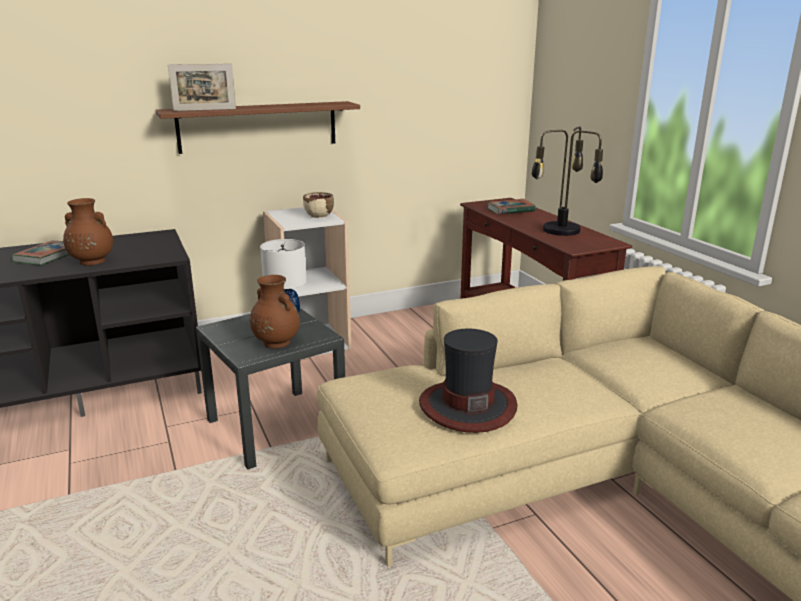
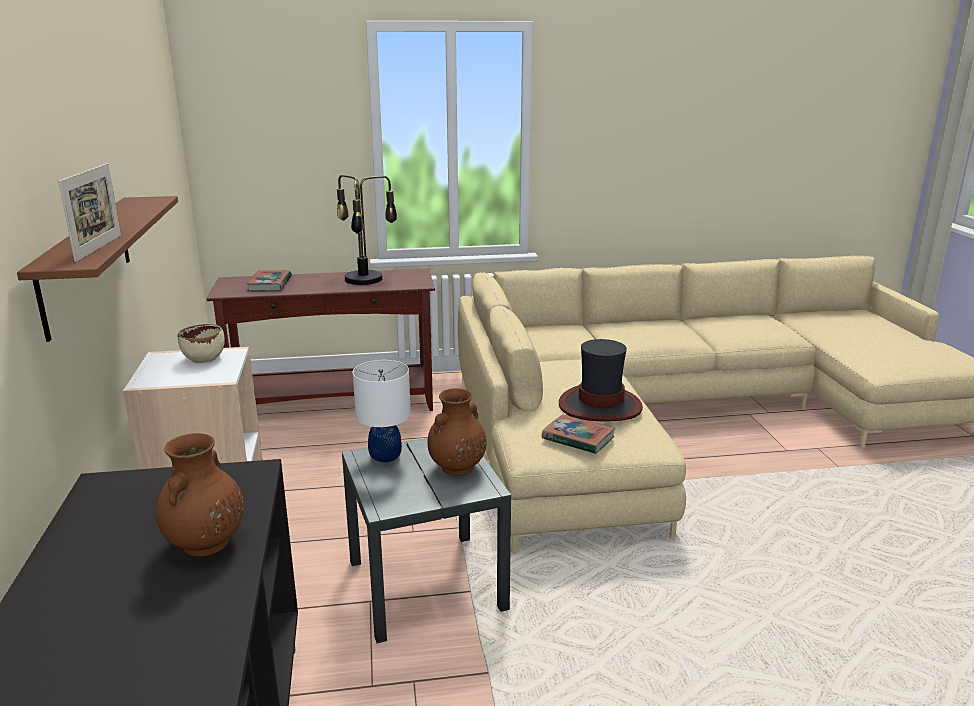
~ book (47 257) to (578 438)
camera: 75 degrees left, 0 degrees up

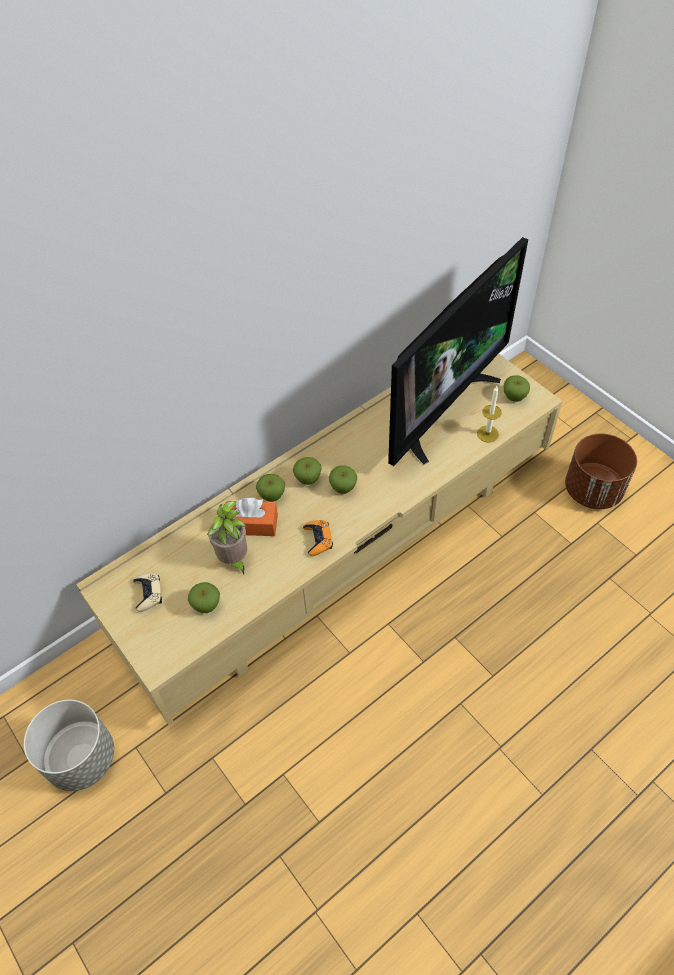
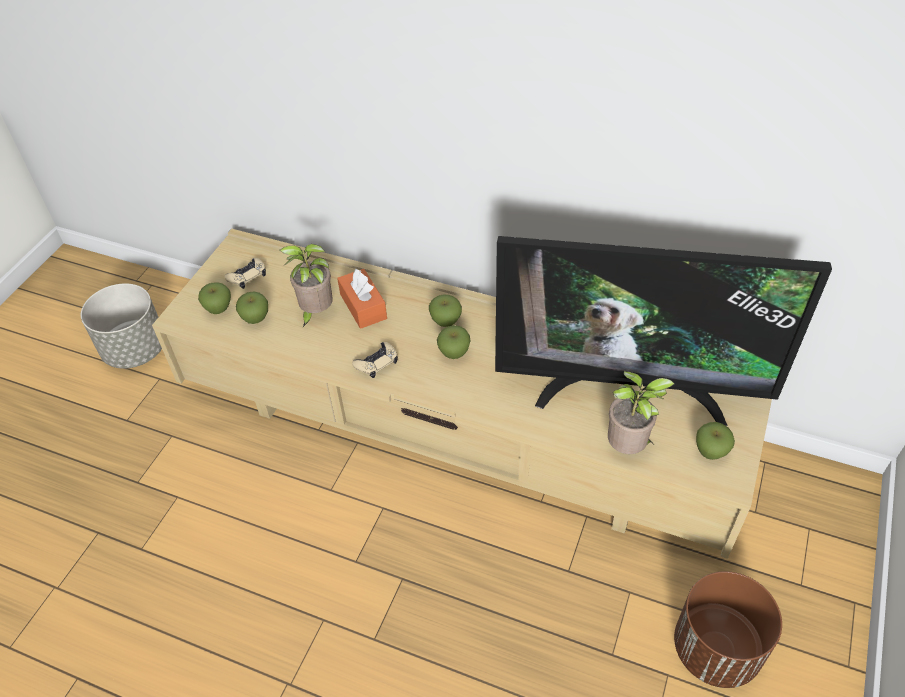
~ apple (272 496) to (218 309)
~ game controller (orange) (318 539) to game controller (beige) (376 362)
~ candle (487 434) to potted plant (628 448)
camera: 60 degrees right, 5 degrees down

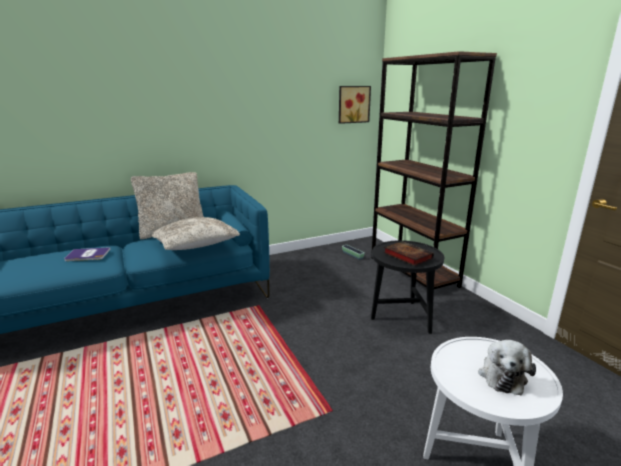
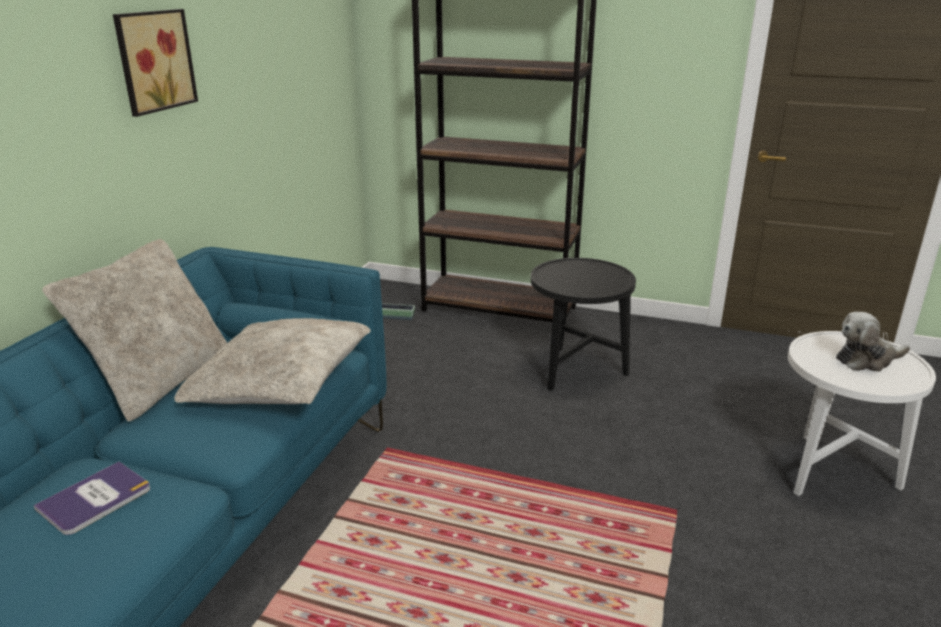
~ picture (353 104) to (153 61)
- book (406 255)
~ plush toy (502 375) = (866 360) 105 degrees clockwise
camera: 45 degrees left, 5 degrees up

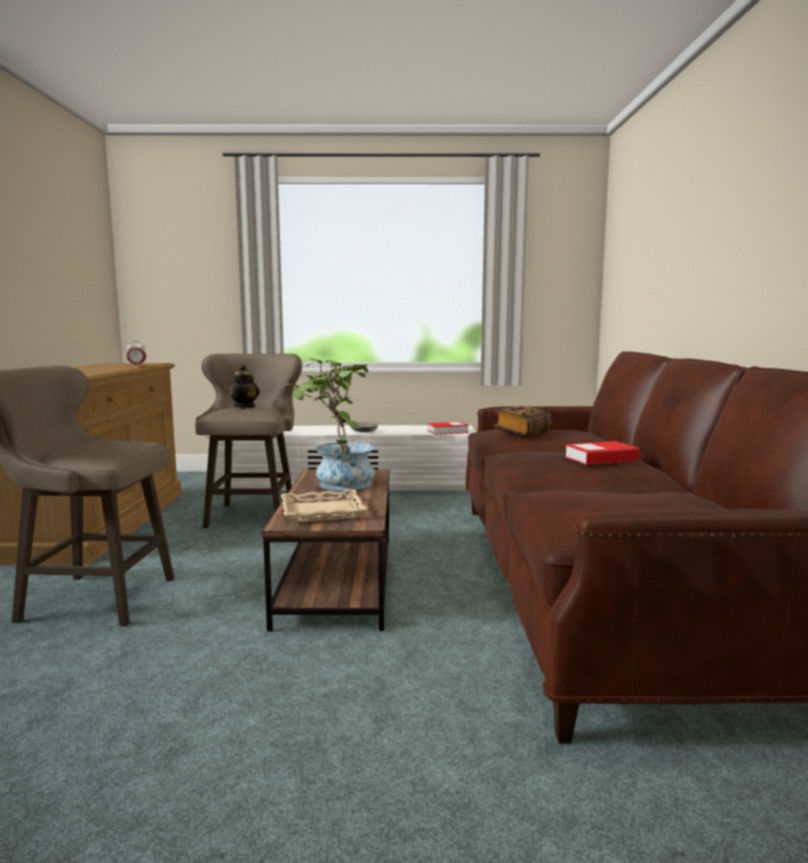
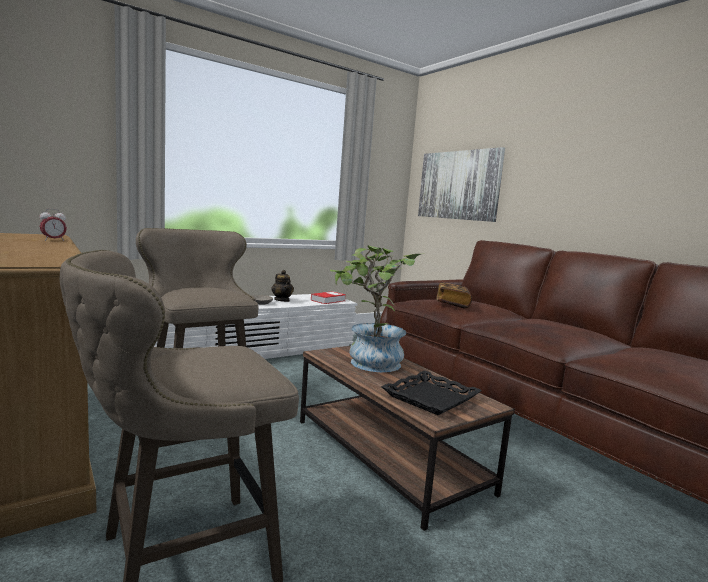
~ teapot (245 406) to (282 300)
~ tray (beige) (322 511) to tray (black) (430 398)
- book (601 459)
+ picture (458 185)
camera: 35 degrees left, 0 degrees up

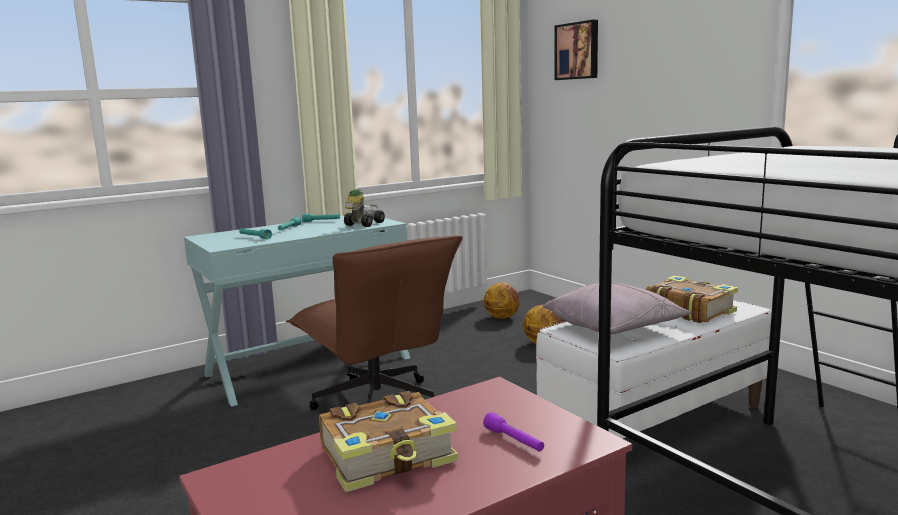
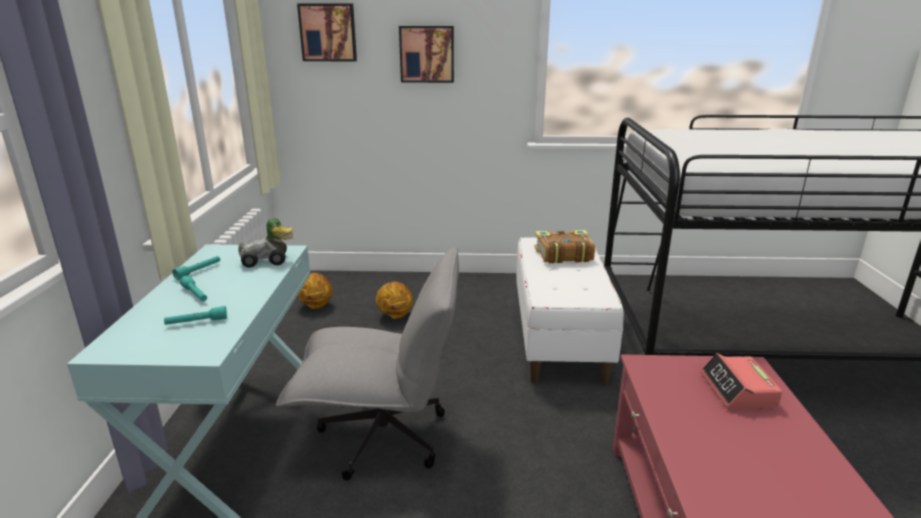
~ office chair (brown) (375 401) to office chair (grey) (381 436)
- book (389 457)
~ toy car (362 224) = (268 261) 75 degrees counterclockwise
~ flashlight (purple) (514 441) to alarm clock (738 391)
- pillow (purple) (614 328)
+ picture (427 54)
camera: 55 degrees left, 10 degrees up

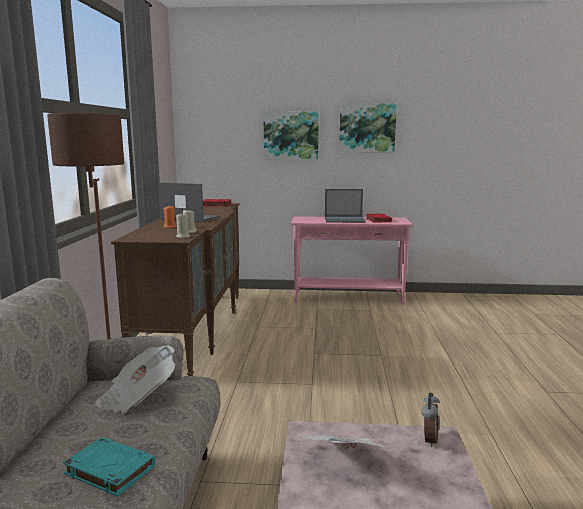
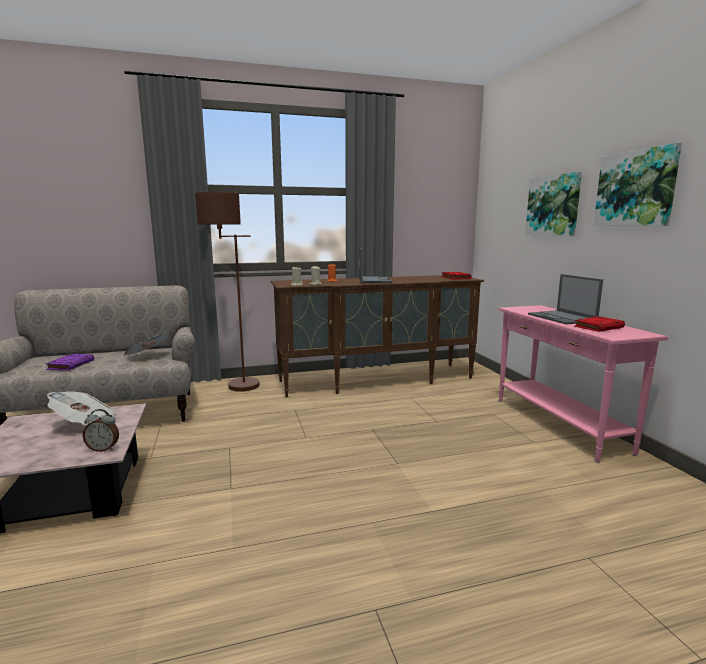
~ book (turquoise) (109 470) to book (purple) (71 365)
camera: 70 degrees right, 0 degrees up

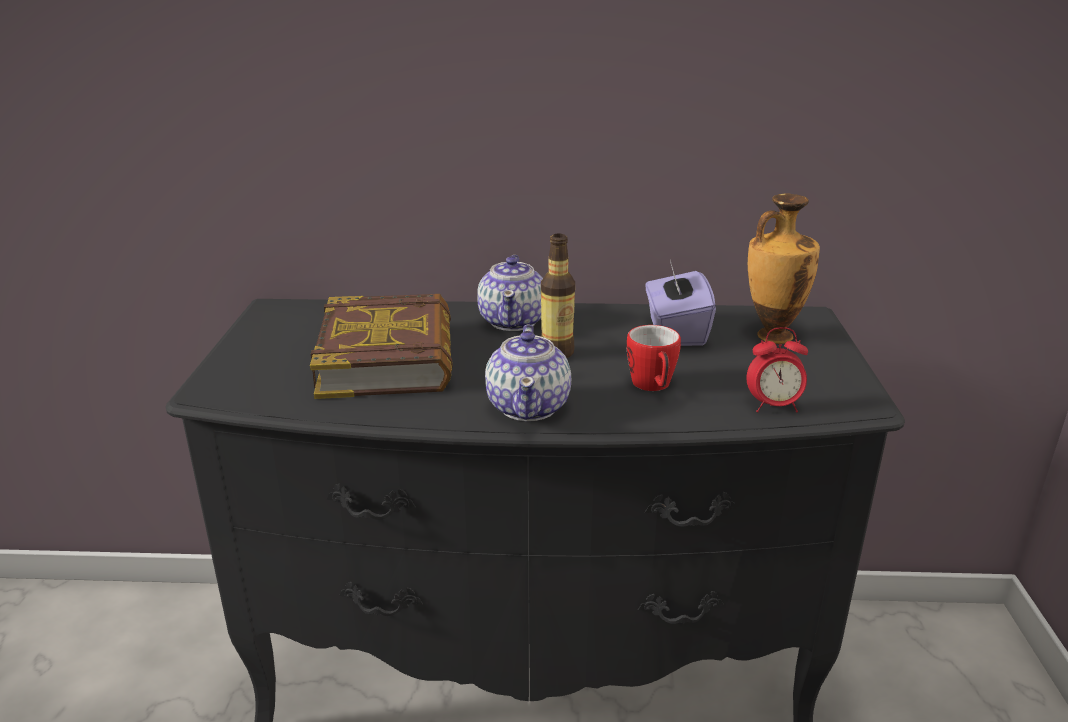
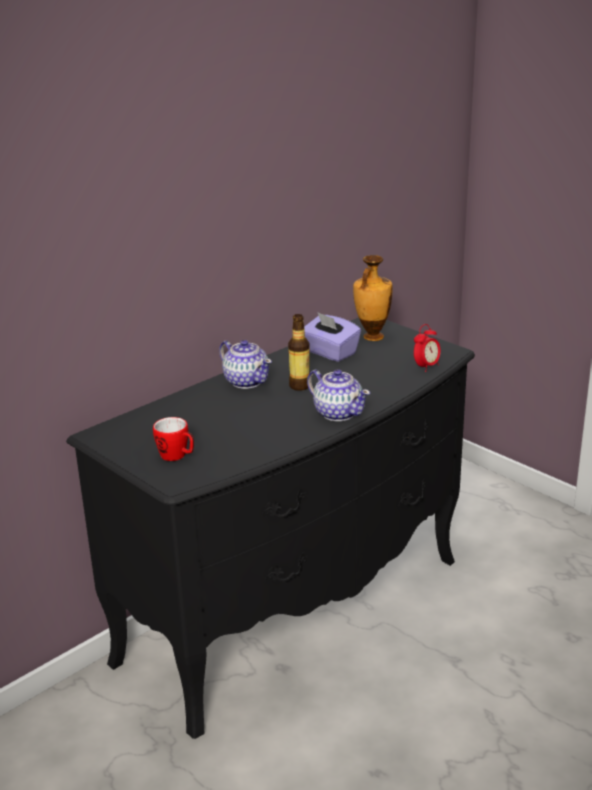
- book (388 357)
~ mug (653 387) to (177 456)
camera: 45 degrees left, 0 degrees up

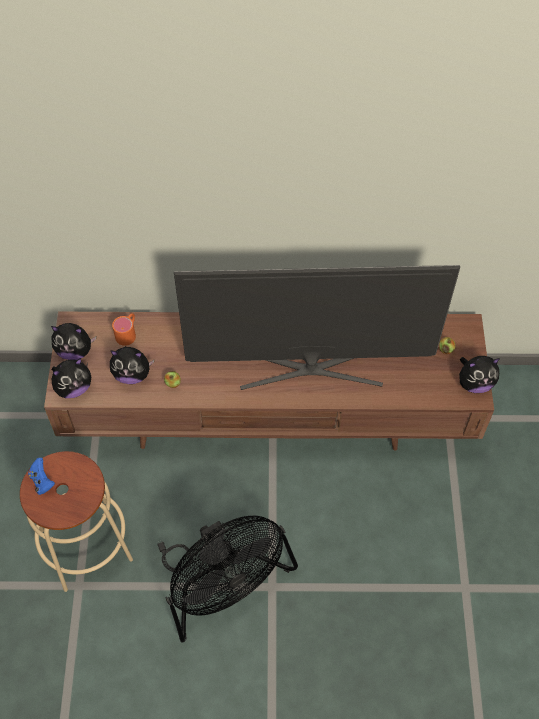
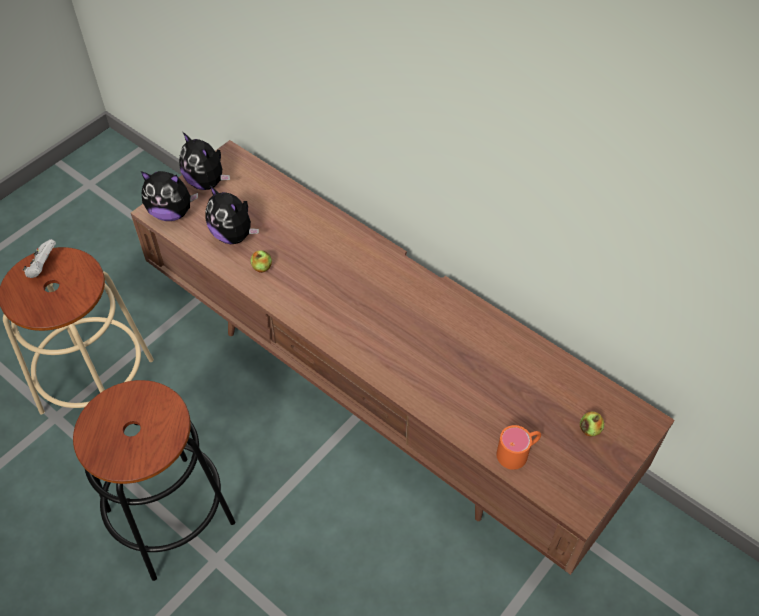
~ game controller (blue) (42 481) to game controller (white) (43 267)
~ mug (orange) (128 333) to (518 452)
~ fan (black) (219 584) to stool (black) (170 516)
- television (310 367)
- plush toy (474 383)
camera: 40 degrees right, 5 degrees down

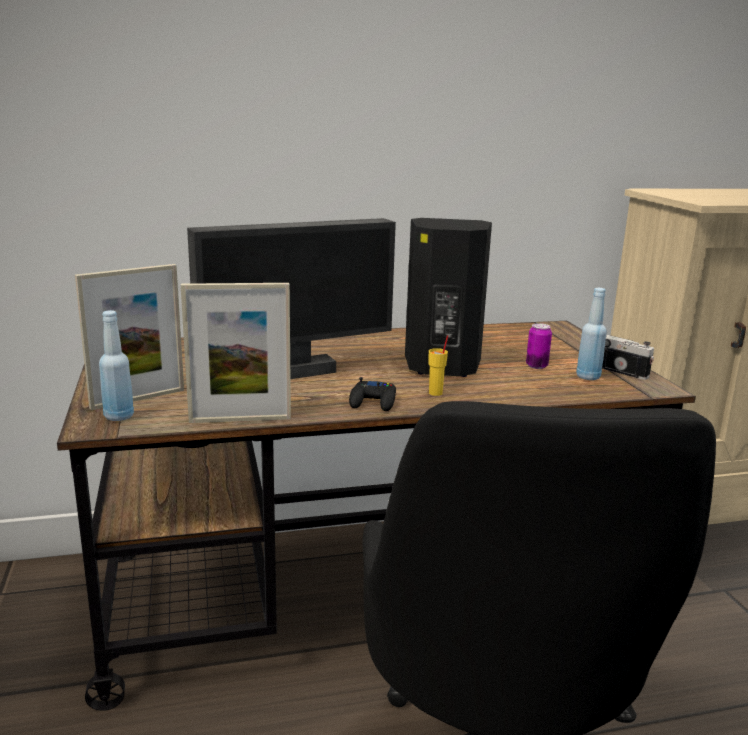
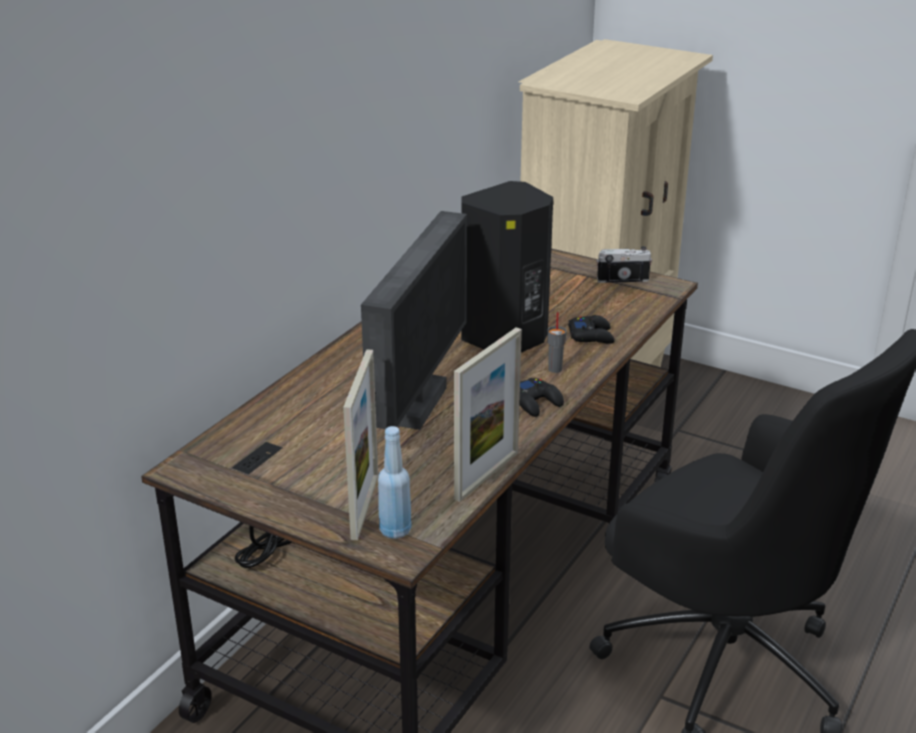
~ cup (yellow) (436 393) to cup (grey) (555 369)
- can (536 366)
- bottle (blue) (588 377)
+ game controller (black) (591 336)
camera: 45 degrees left, 10 degrees up

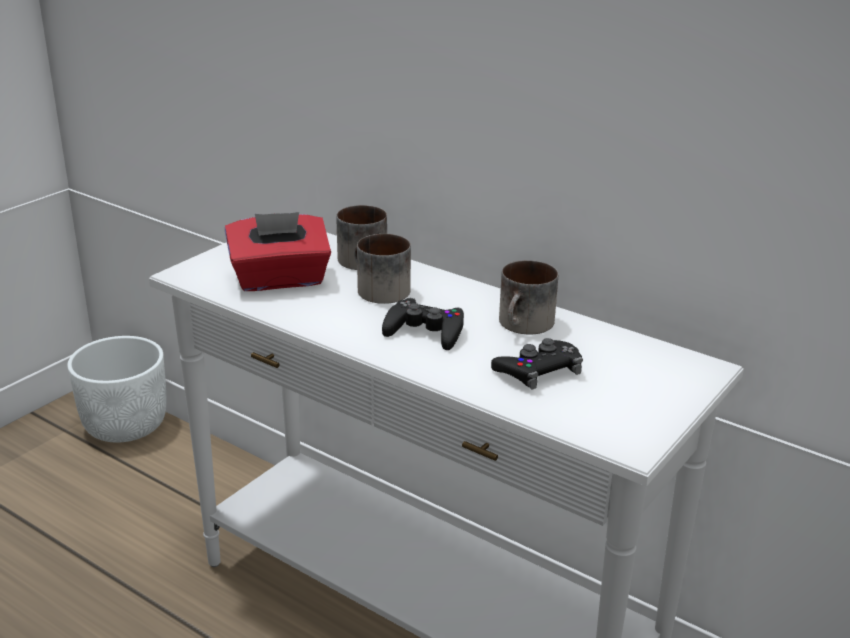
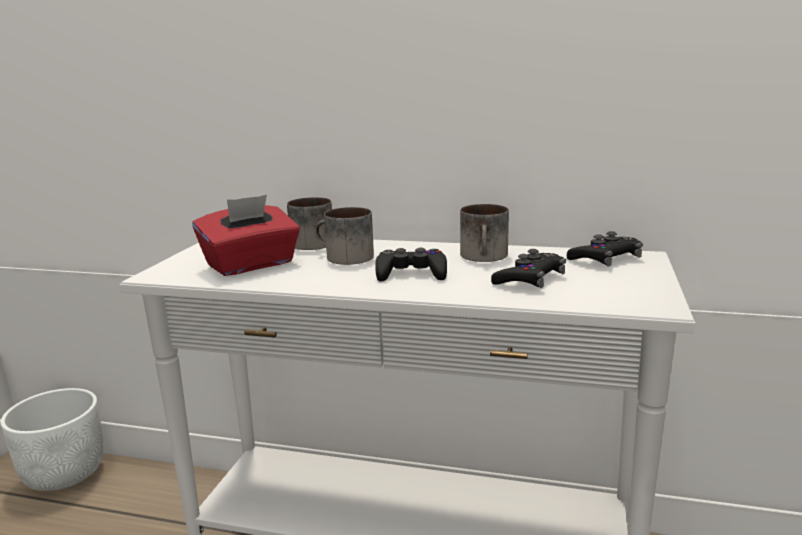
+ game controller (black) (605 258)
camera: 20 degrees left, 10 degrees down

